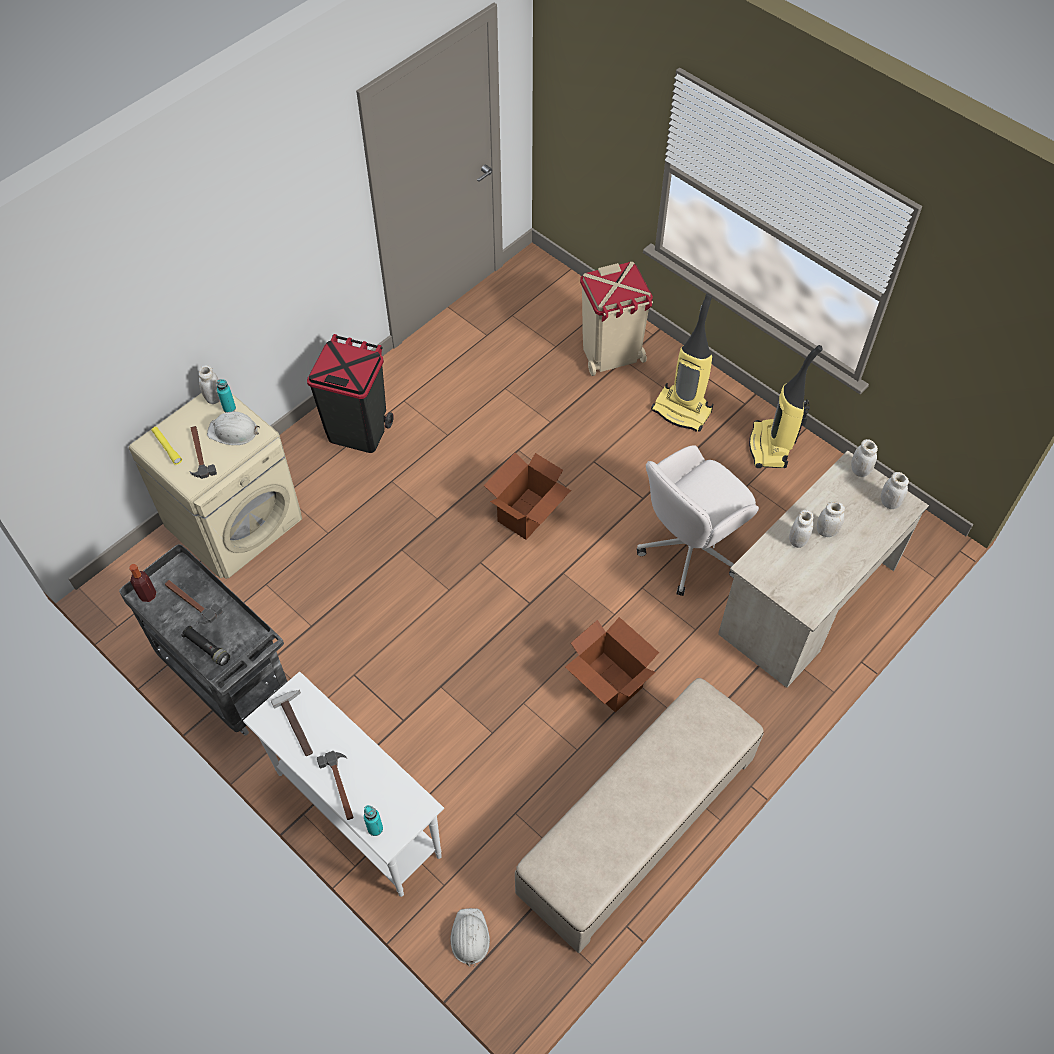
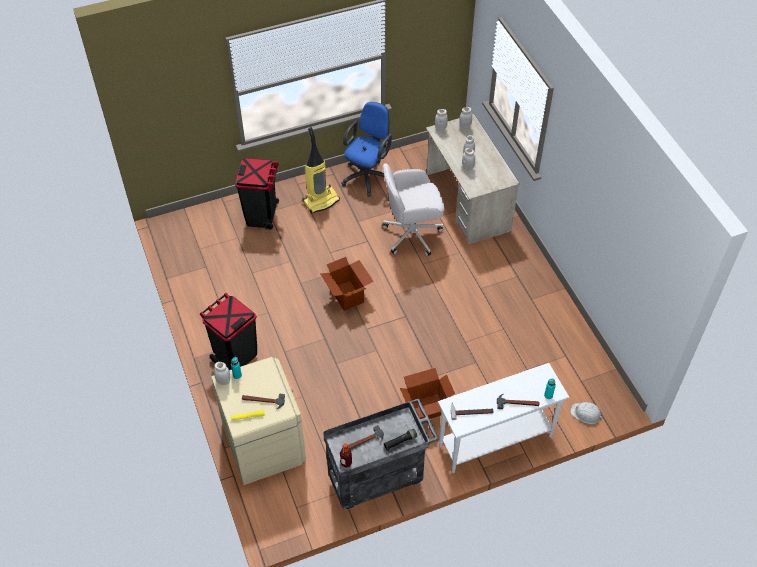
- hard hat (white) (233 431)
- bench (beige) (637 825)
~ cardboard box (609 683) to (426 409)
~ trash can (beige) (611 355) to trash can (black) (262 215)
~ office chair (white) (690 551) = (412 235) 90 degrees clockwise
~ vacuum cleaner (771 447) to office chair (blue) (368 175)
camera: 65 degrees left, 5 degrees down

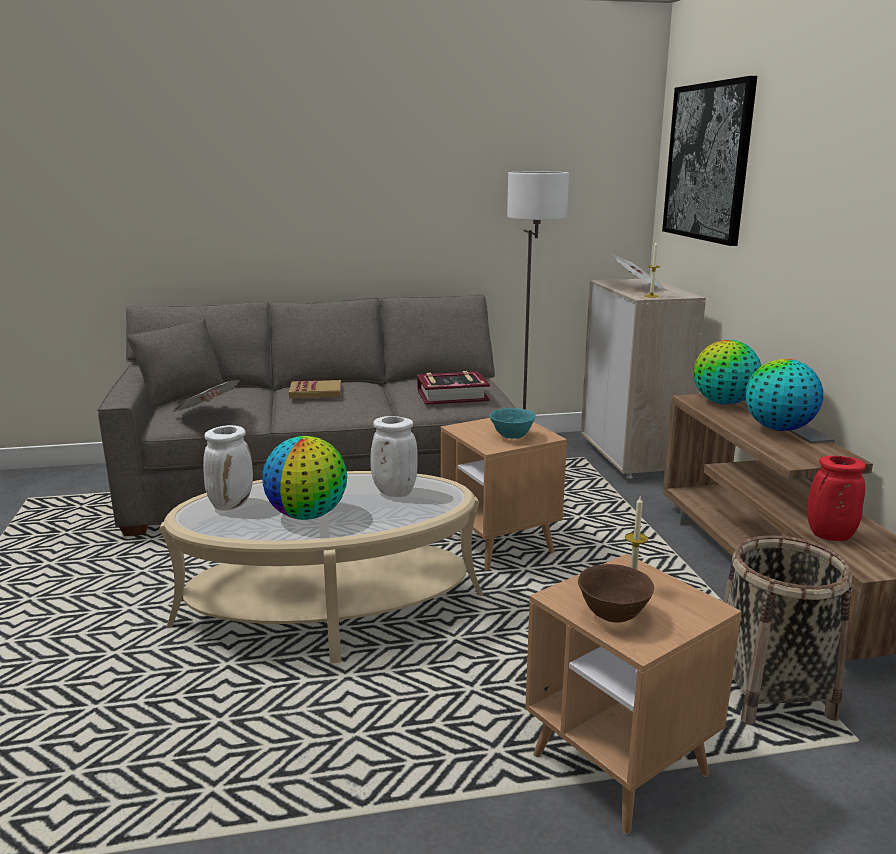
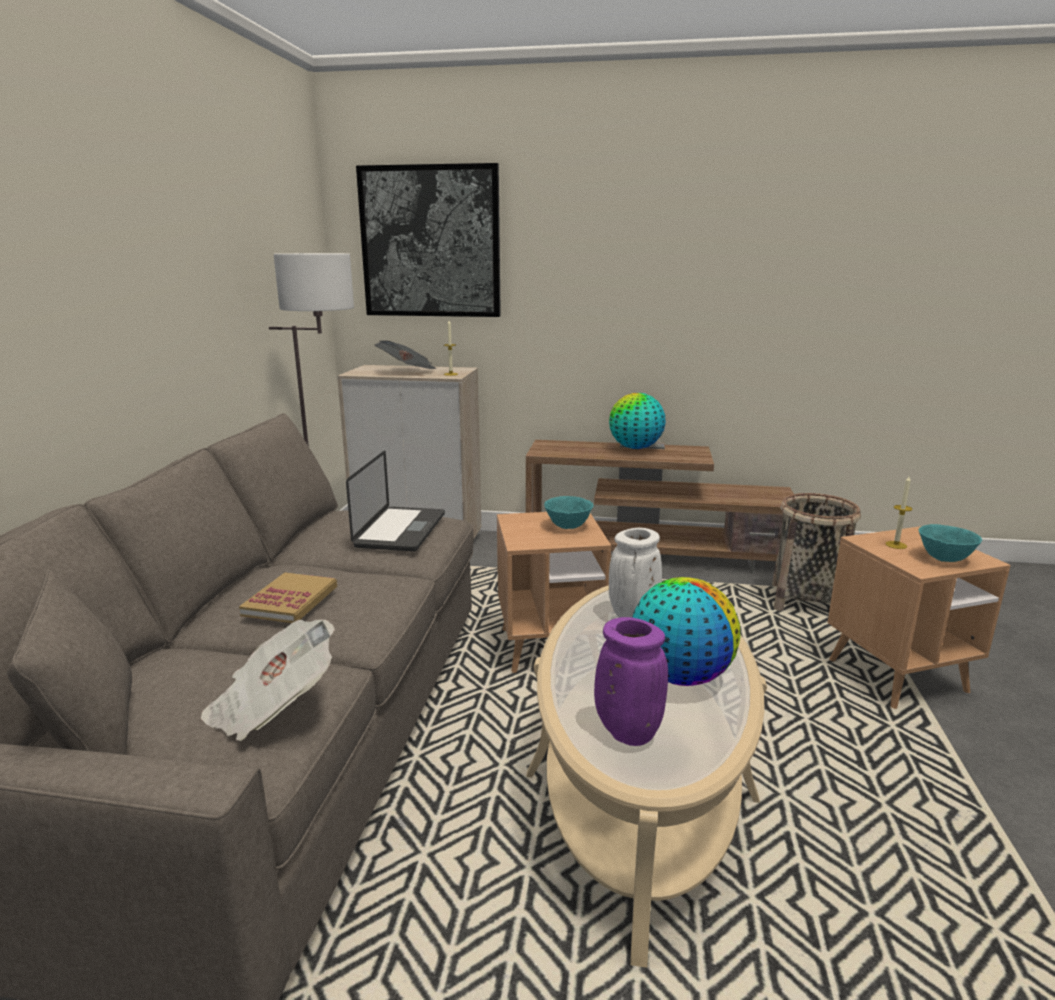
~ vase (white) (231 504) to vase (purple) (625 732)
~ book (452 395) to laptop (400 530)
~ bowl (brown) (613 615) to bowl (turquoise) (944 559)
- globe (723 403)
- vase (red) (829 536)
camera: 70 degrees left, 0 degrees up

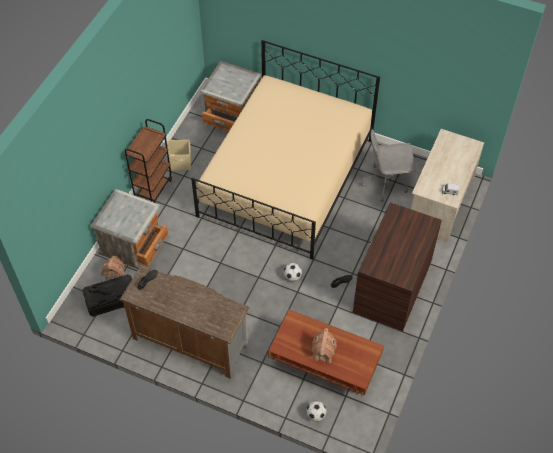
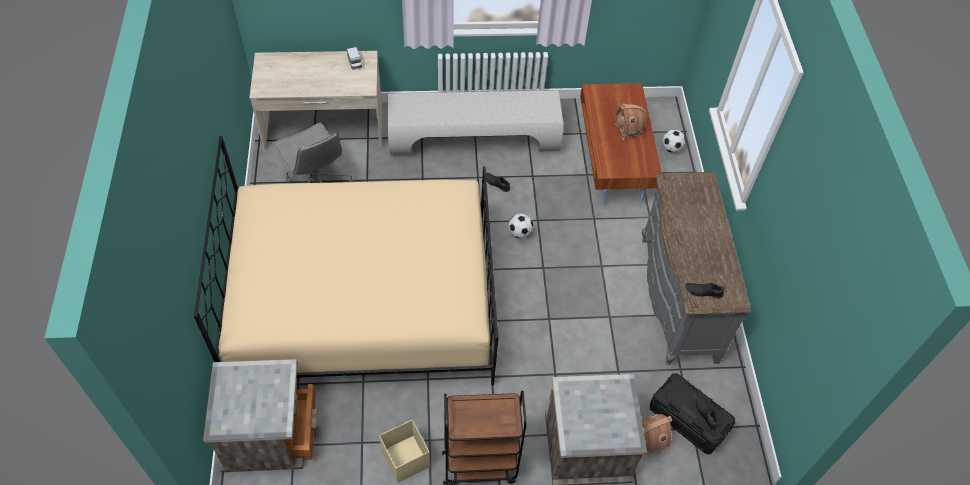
~ dresser (brown) (392 287) to bench (grey) (473 136)
camera: 120 degrees left, 0 degrees up

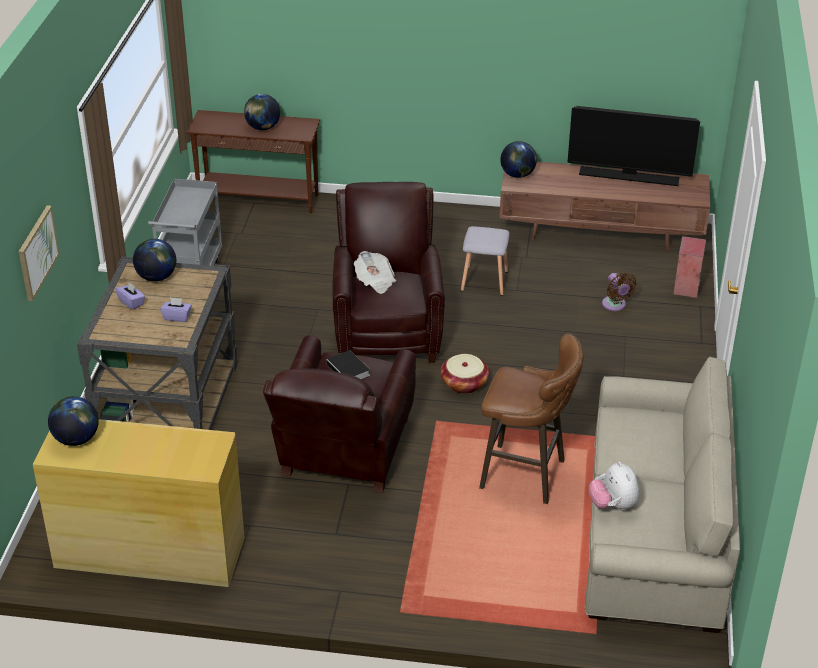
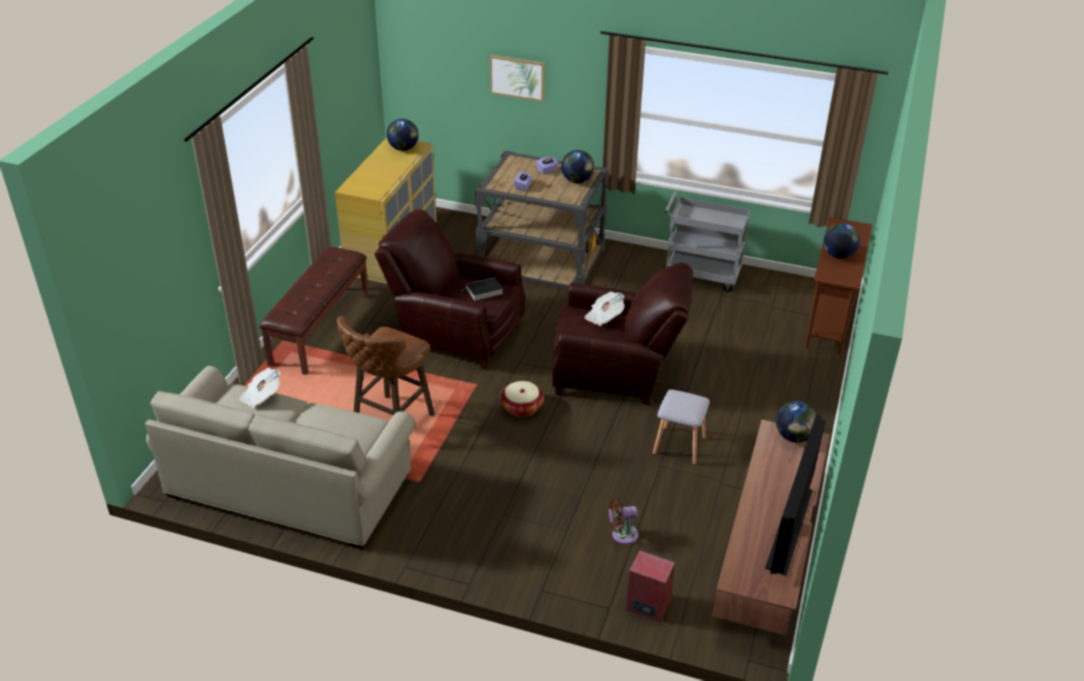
~ plush toy (613 505) to newspaper (261 396)
+ bench (brown) (319 329)
camera: 100 degrees right, 0 degrees up

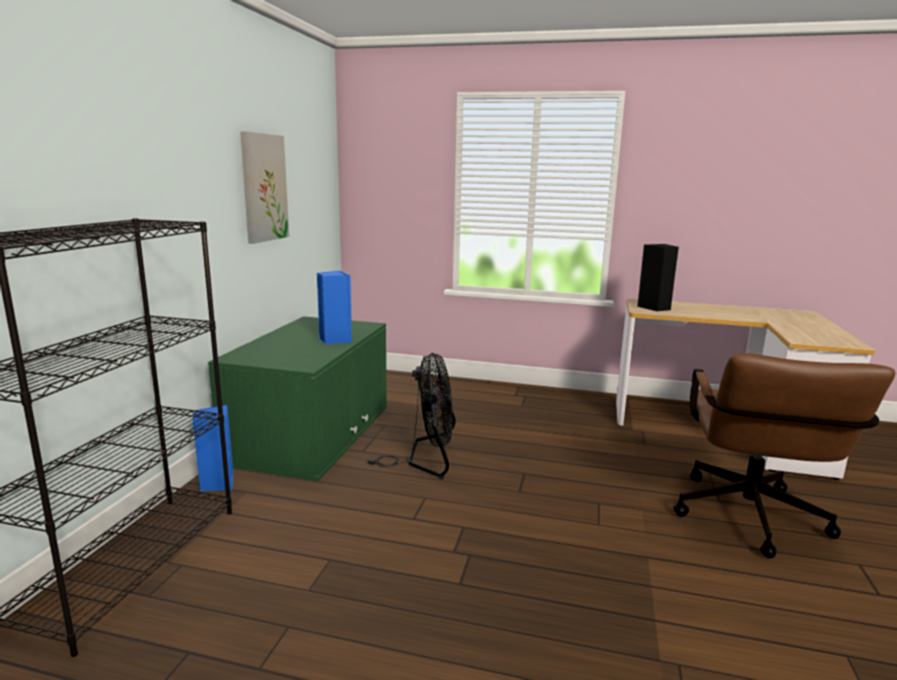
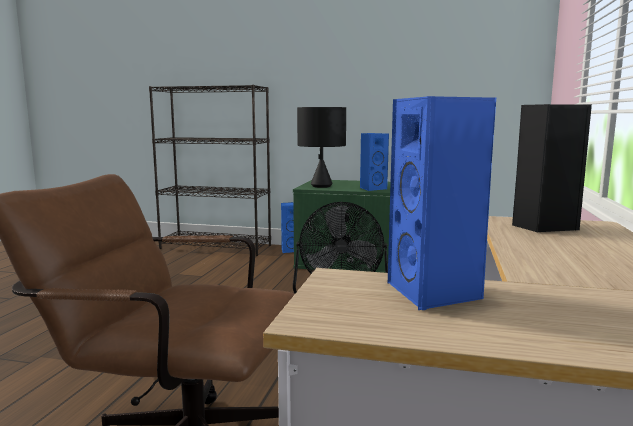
- picture (263 188)
+ table lamp (black) (321 186)
+ speaker (blue) (435 293)
camera: 90 degrees right, 5 degrees down

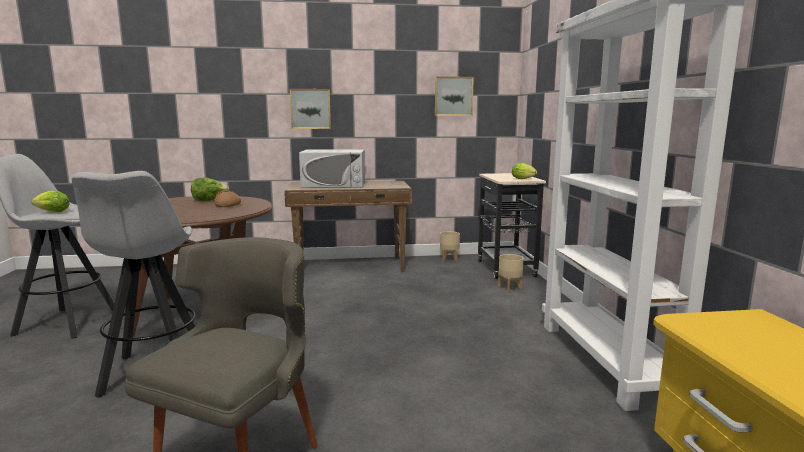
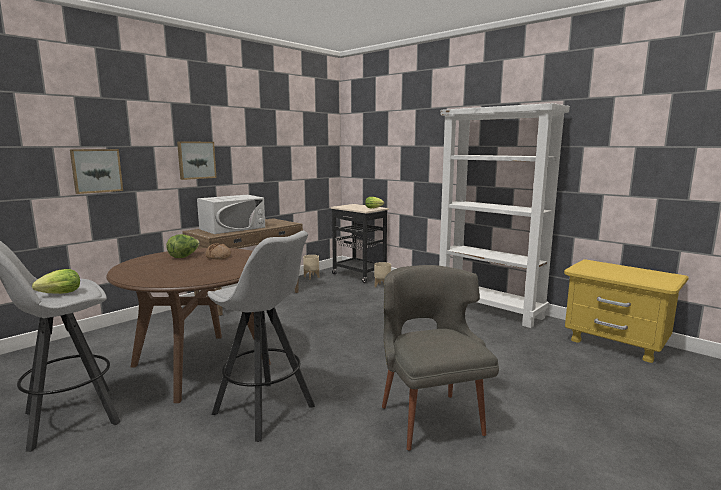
~ picture (453 96) to (96 170)
camera: 40 degrees left, 0 degrees up

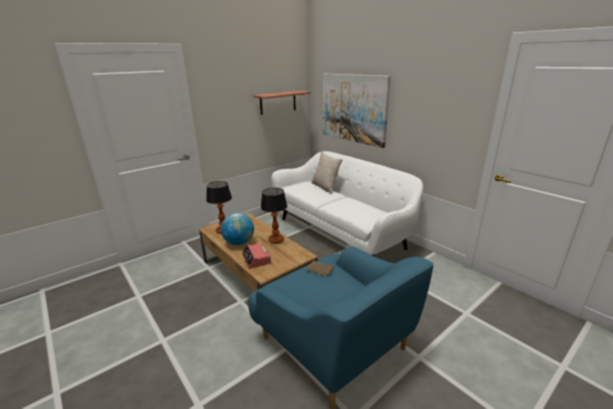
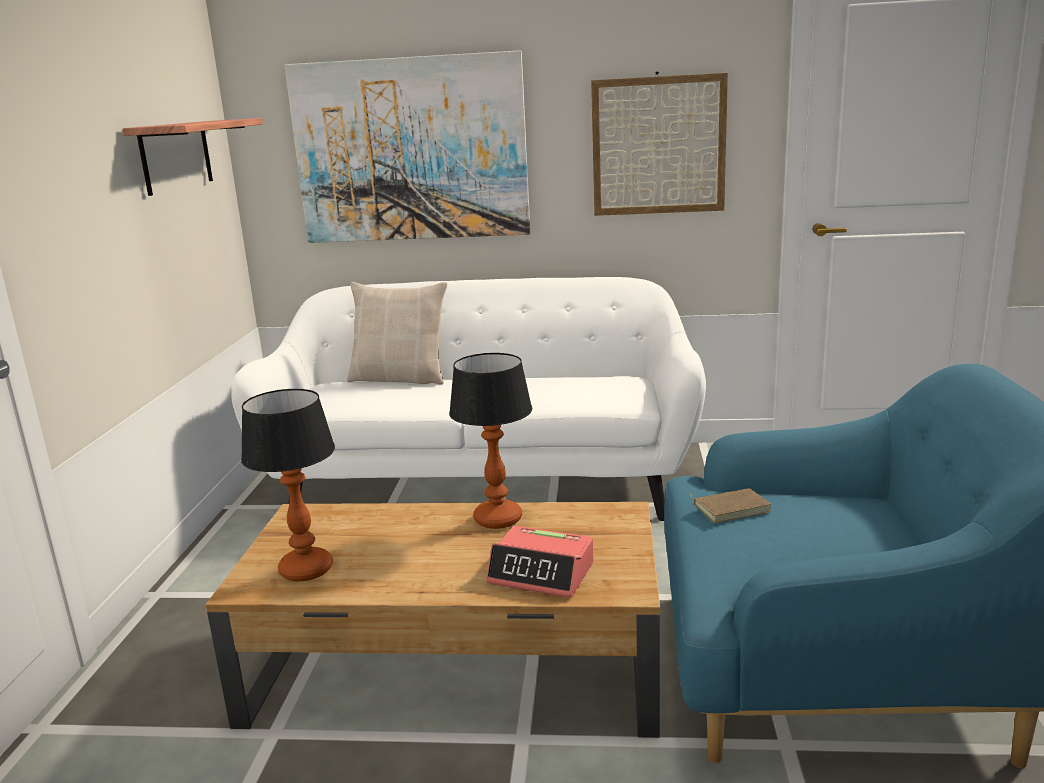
- globe (239 243)
+ picture (658 143)
camera: 45 degrees left, 5 degrees down

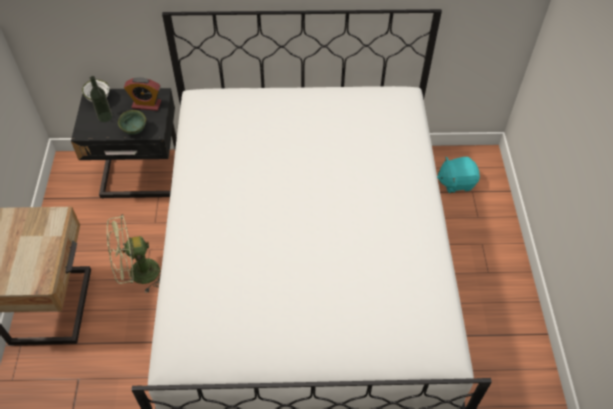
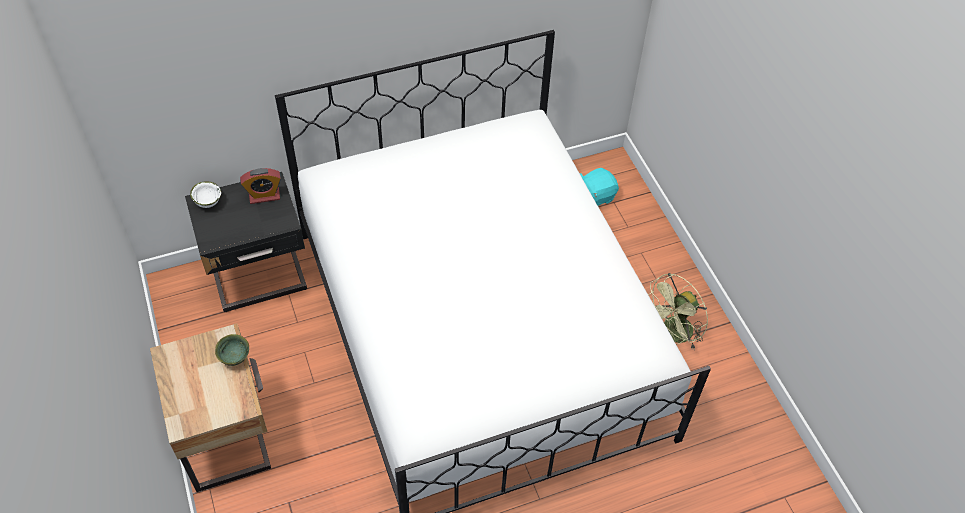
- bottle (105 117)
~ fan (green) (138 274) to (672 335)
~ bowl (green) (135 130) to (235 357)
camera: 20 degrees left, 0 degrees up

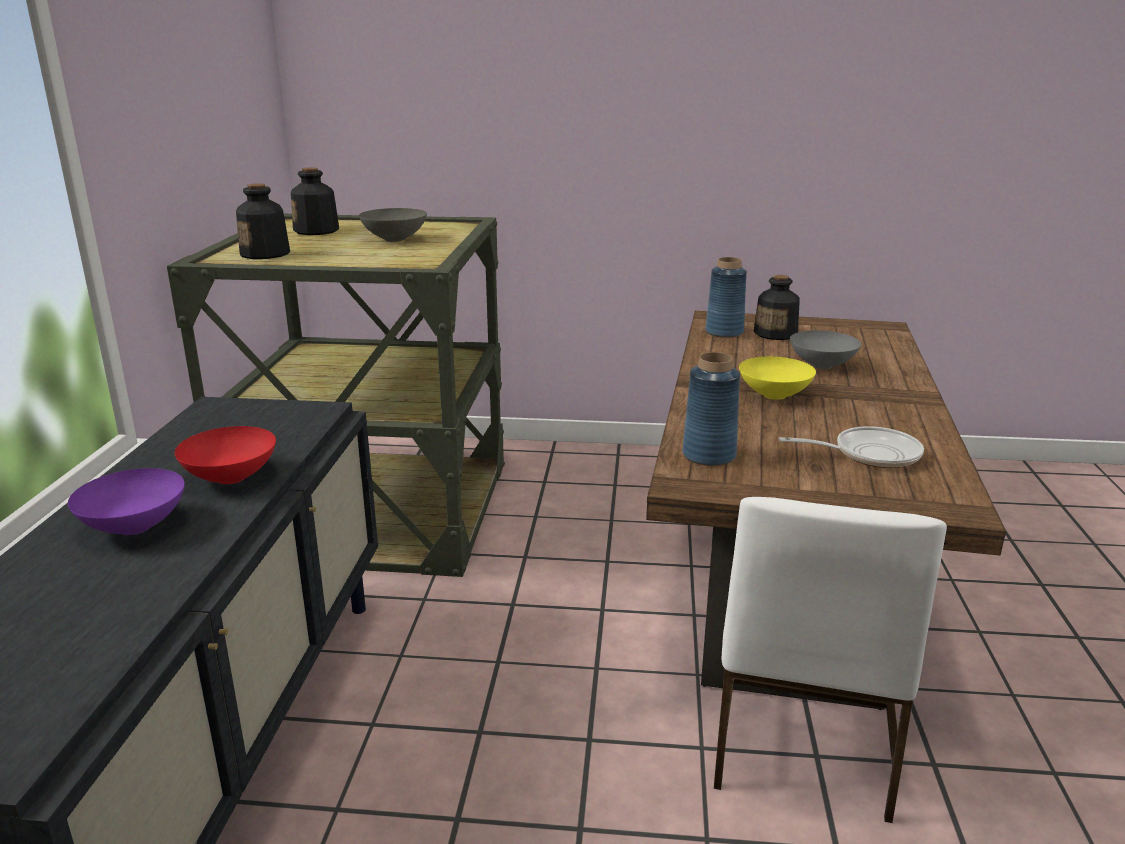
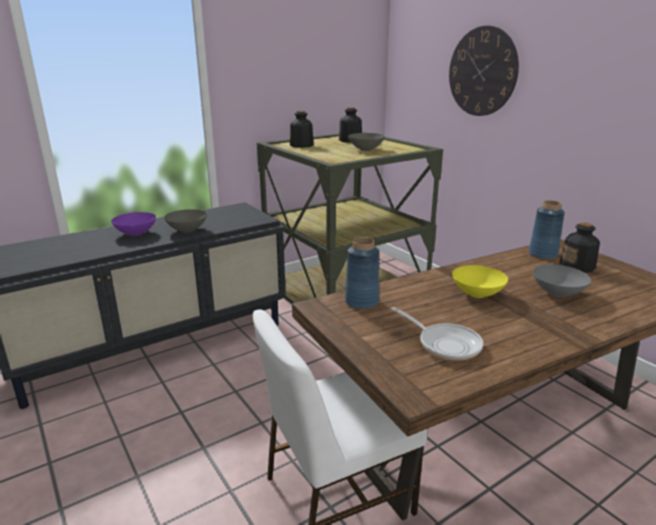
~ bowl (red) (232 477) to bowl (grey) (187 230)
+ wall clock (482 72)
camera: 50 degrees right, 0 degrees up

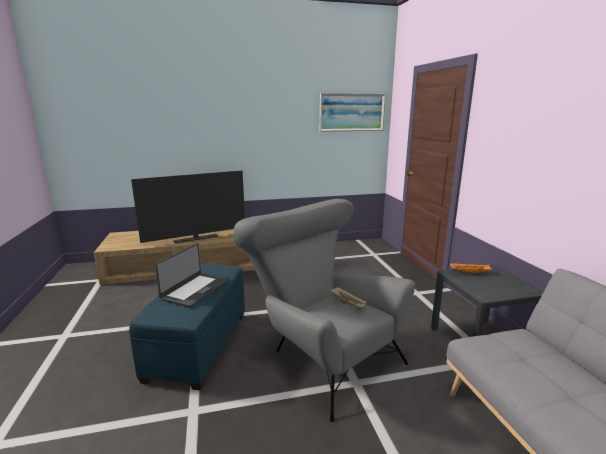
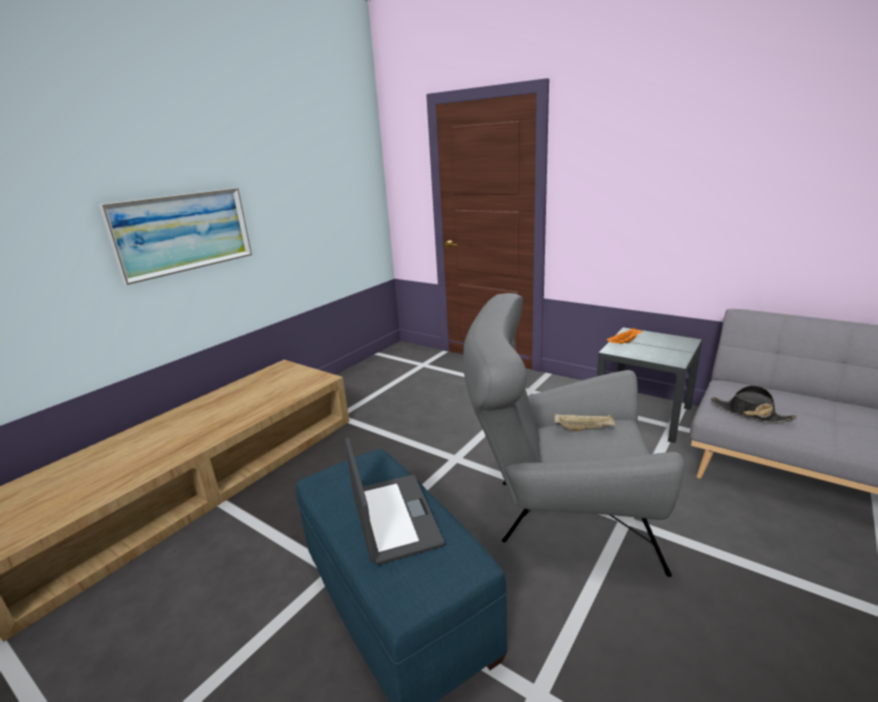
- television (196 238)
~ picture (352 112) to (183 232)
+ hat (black) (750 413)
camera: 40 degrees left, 5 degrees up

